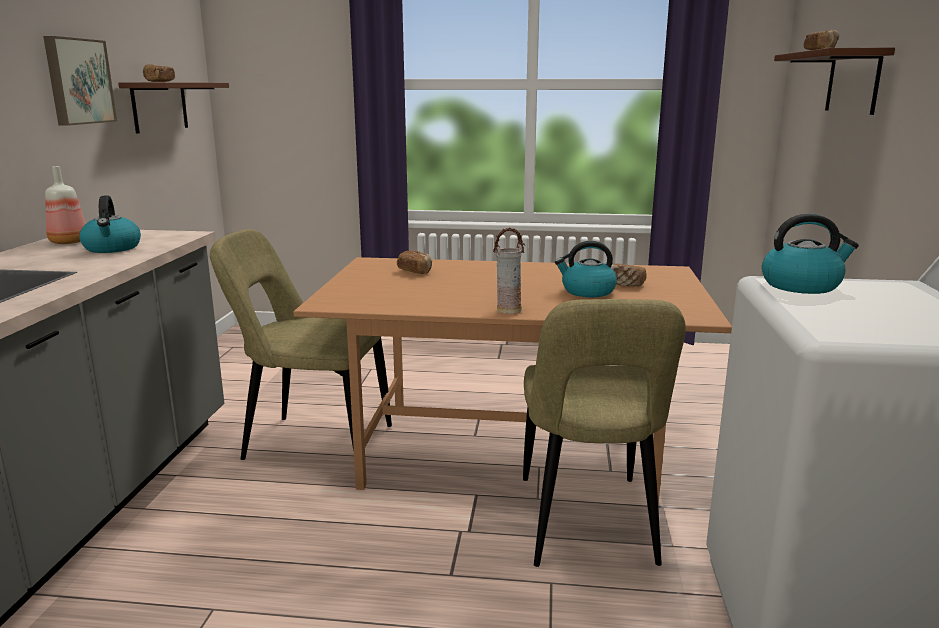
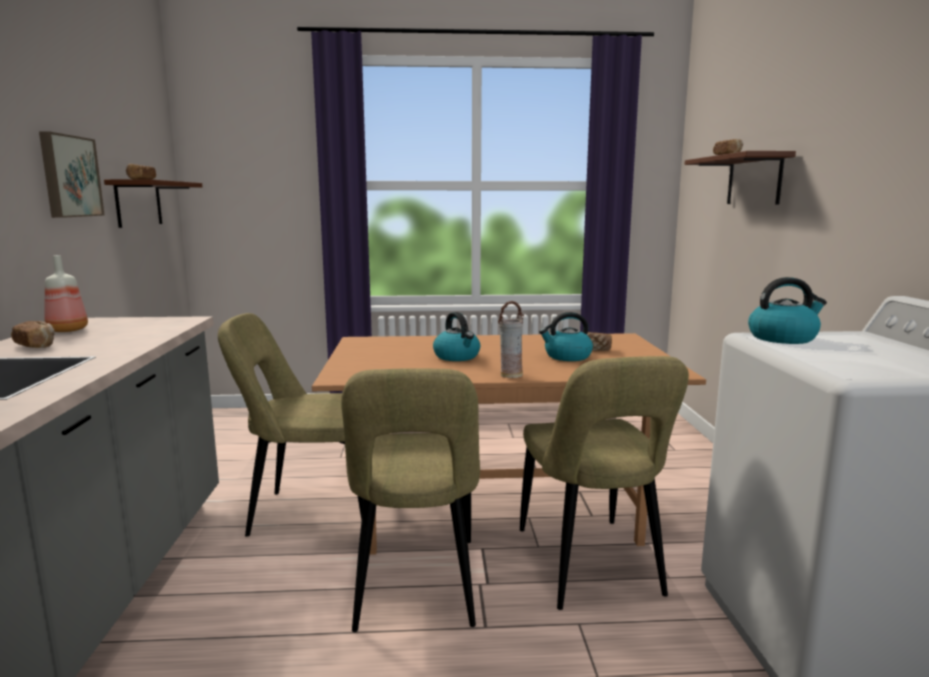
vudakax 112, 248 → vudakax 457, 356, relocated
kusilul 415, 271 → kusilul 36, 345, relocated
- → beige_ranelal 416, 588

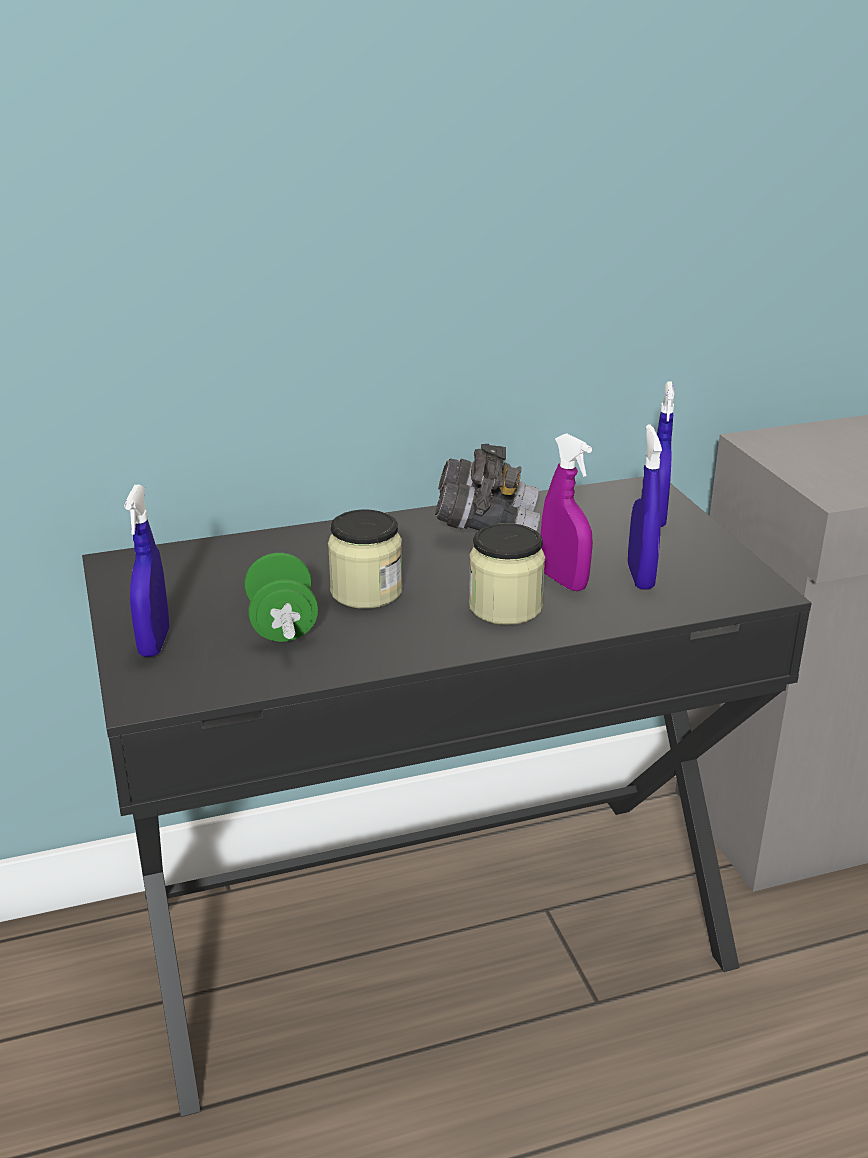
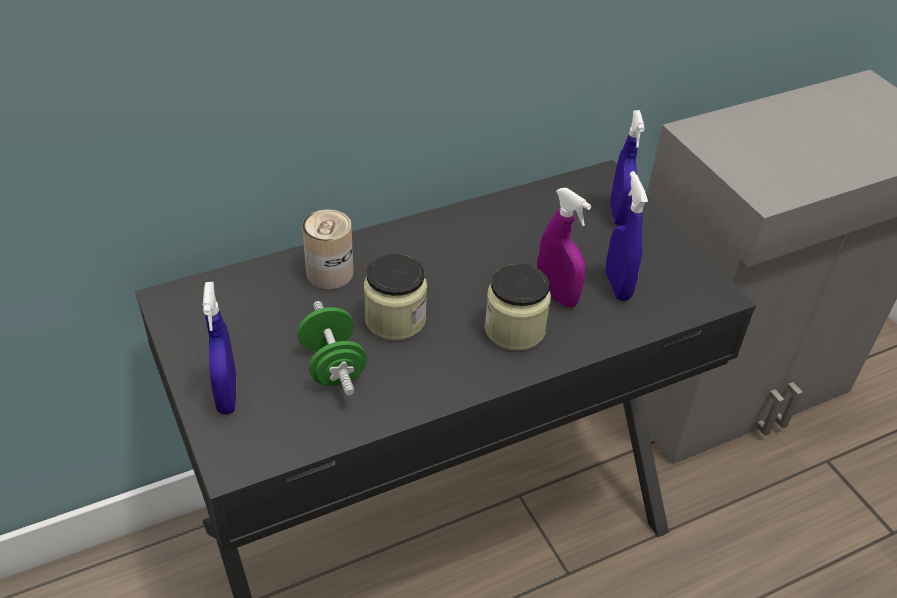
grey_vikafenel 486, 525 → -
- → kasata 330, 273

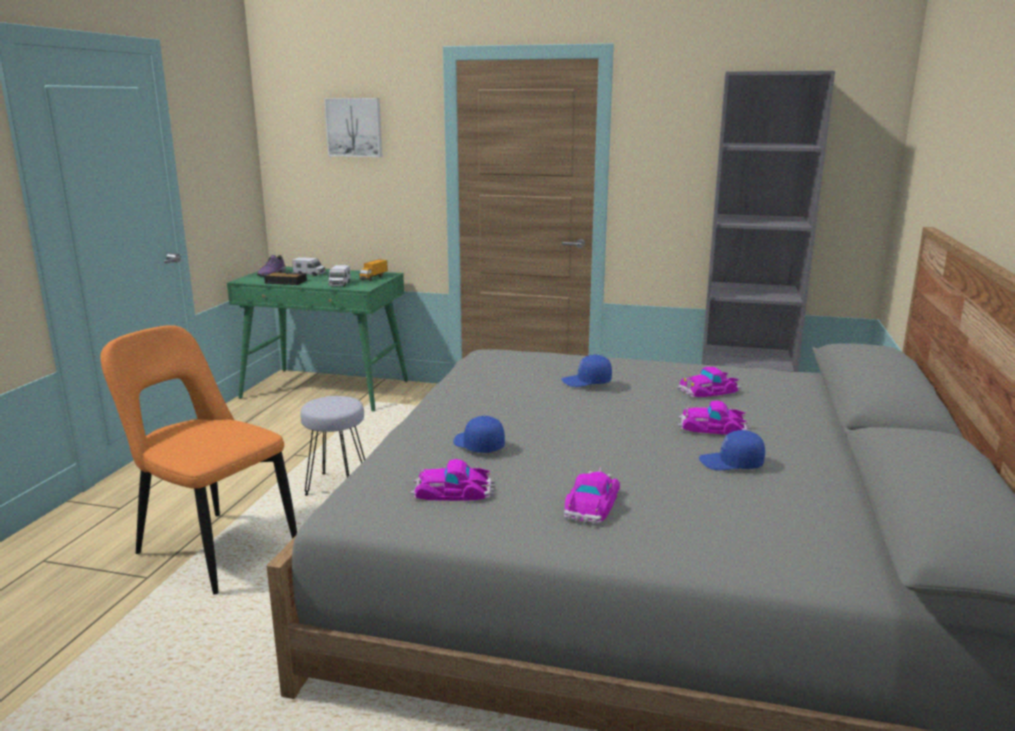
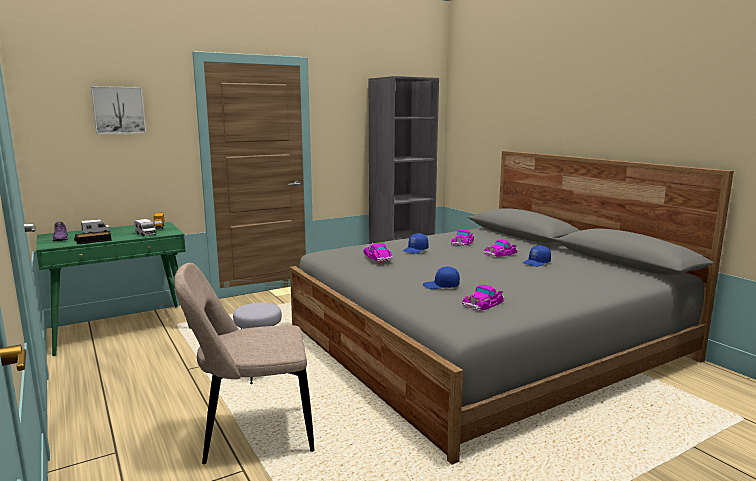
orange_ranelal 212, 548 → beige_ranelal 252, 435
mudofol 591, 503 → mudofol 378, 256, relocated

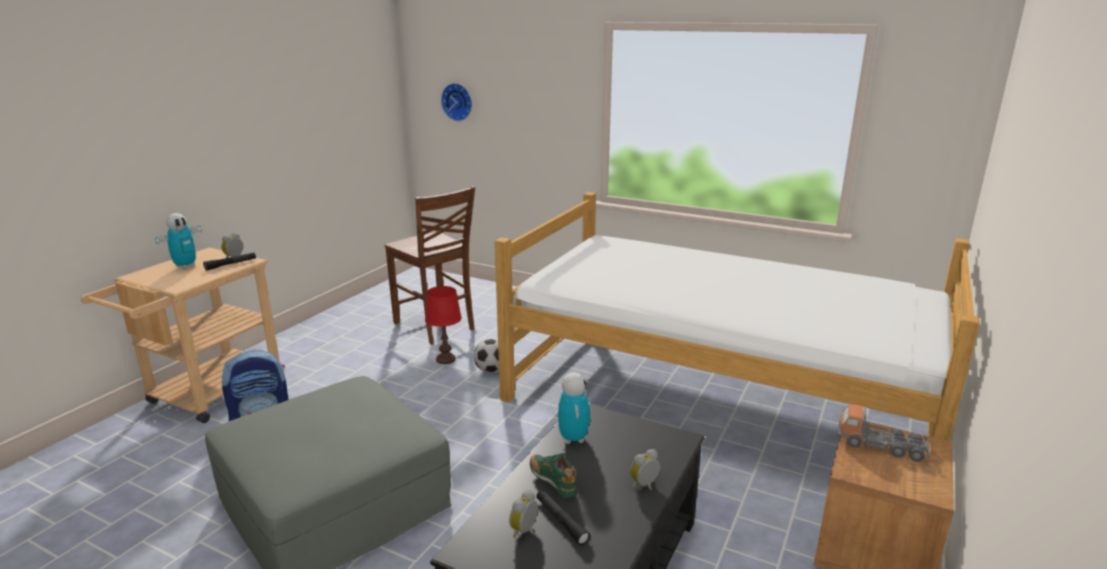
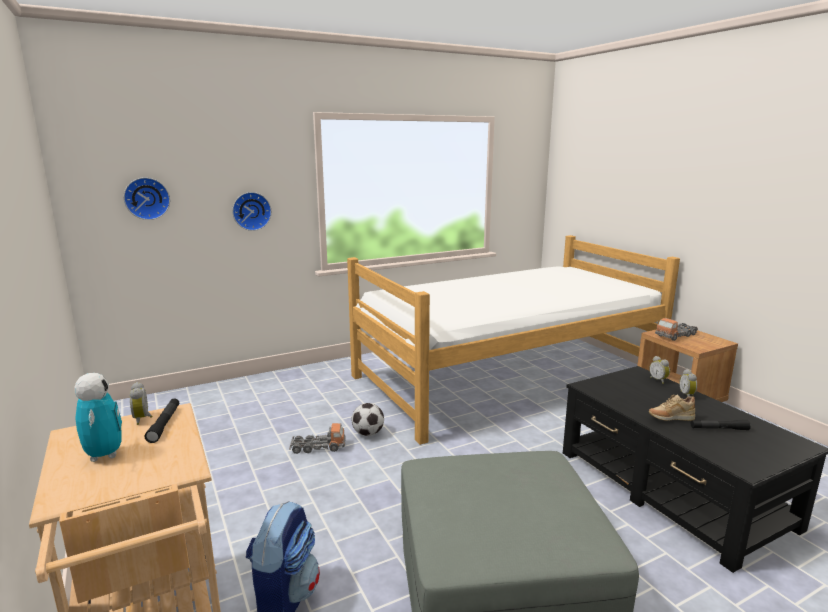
brown_ranelal 435, 326 → -
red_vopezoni 446, 359 → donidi 318, 447
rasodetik 573, 438 → -
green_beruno 553, 481 → beige_beruno 670, 419
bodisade 526, 531 → bodisade 658, 380, relocated
- → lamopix 251, 211

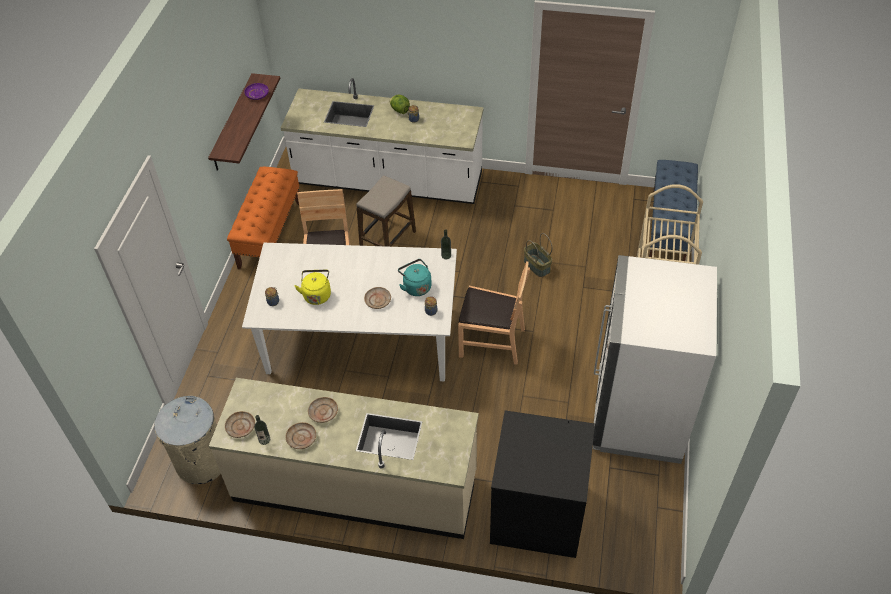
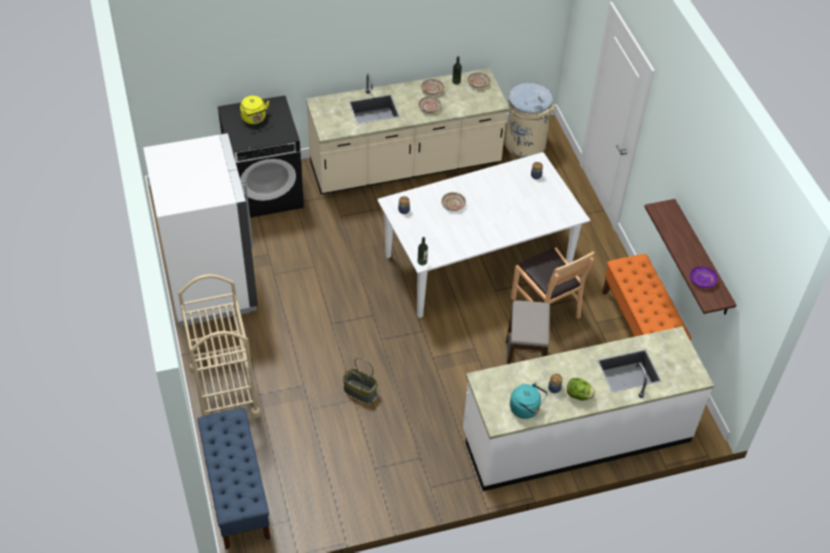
turquoise_vudakax 416, 286 → turquoise_vudakax 526, 409, relocated
brown_ranelal 492, 342 → -
yellow_vudakax 317, 294 → yellow_vudakax 255, 119, relocated

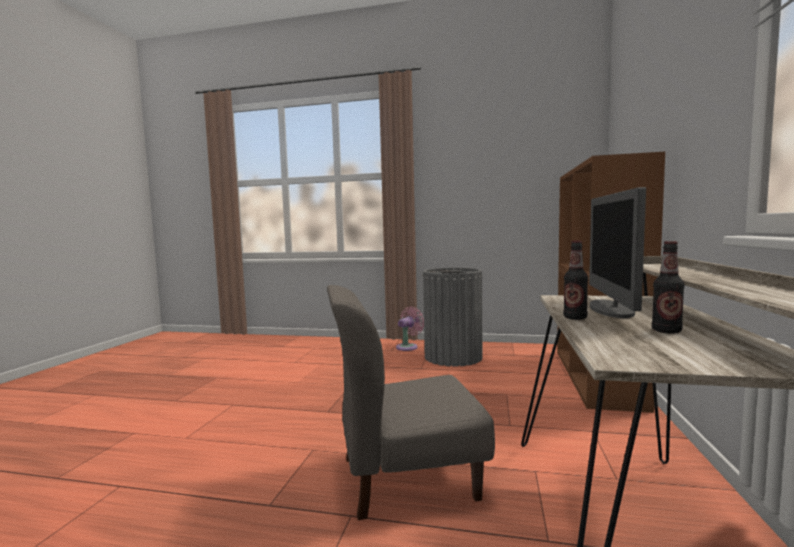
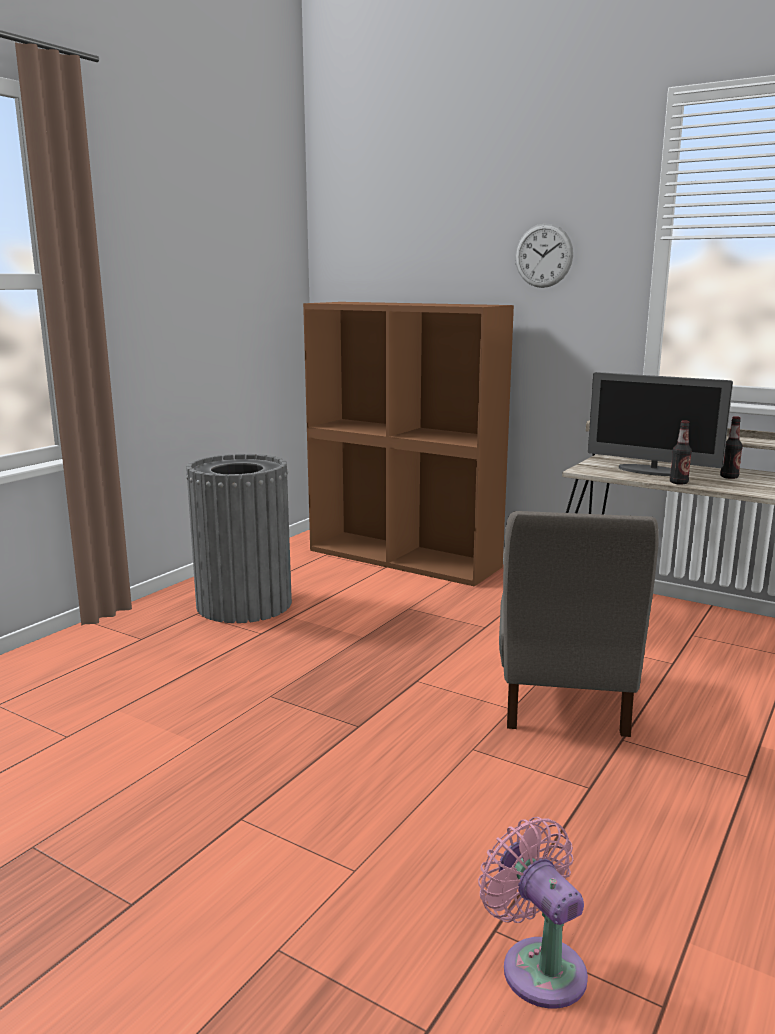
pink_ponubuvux 408, 347 → pink_ponubuvux 538, 965, relocated
- → lamopix 543, 255

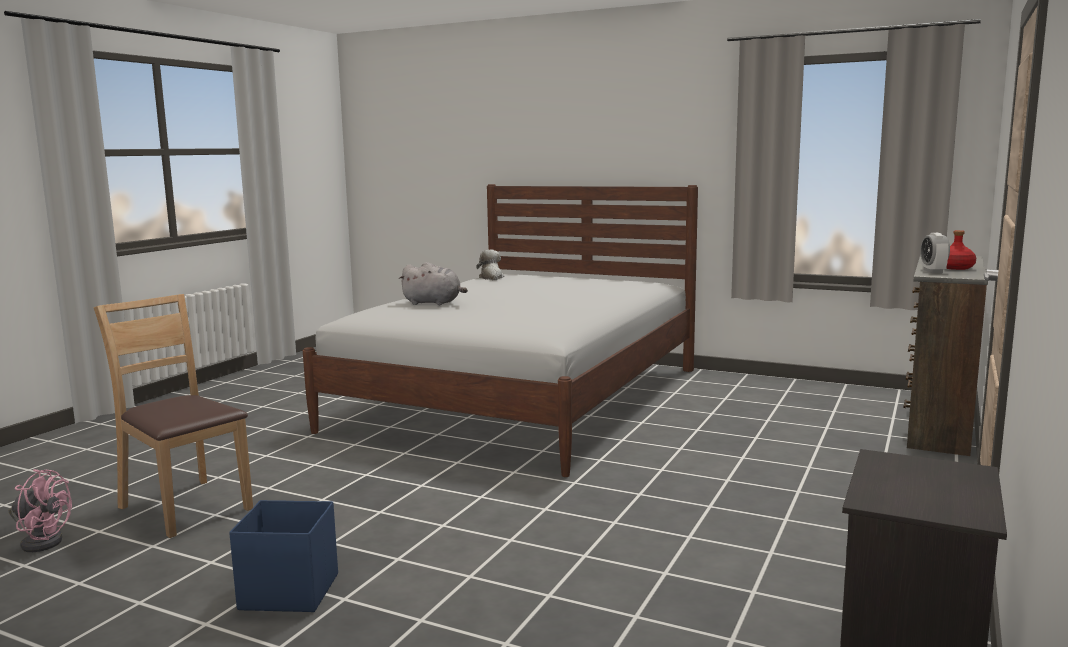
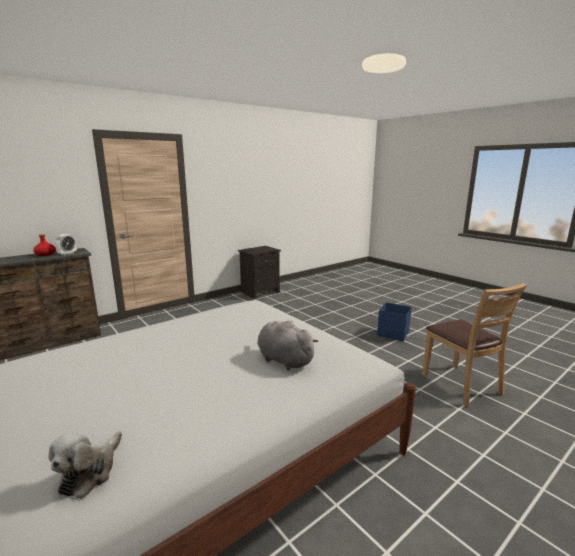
pink_ponubuvux 41, 541 → -

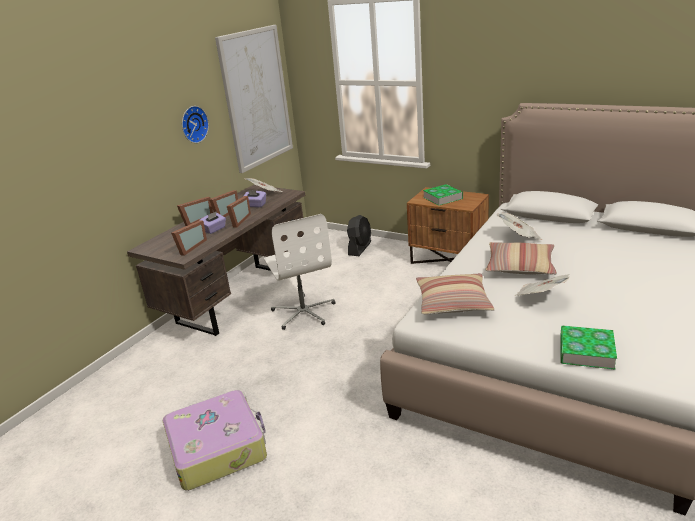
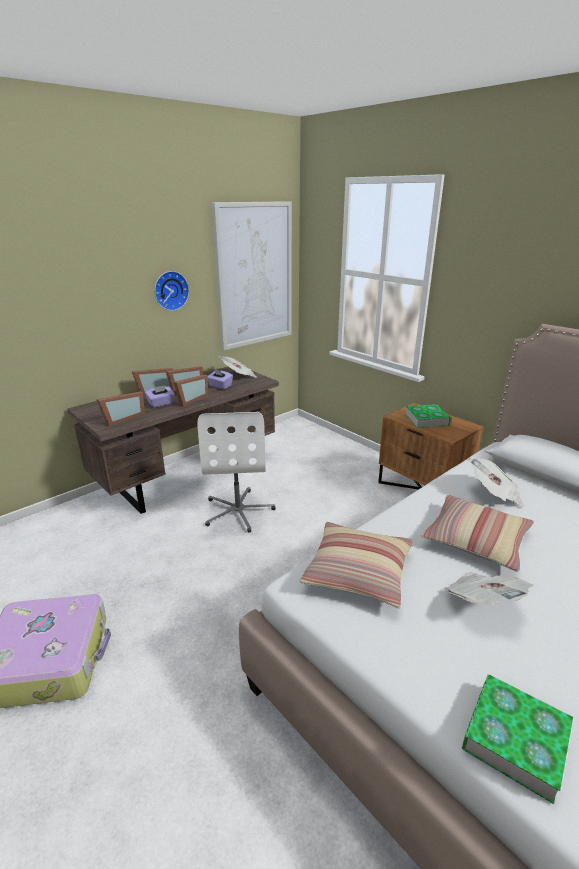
black_ponubuvux 360, 248 → -

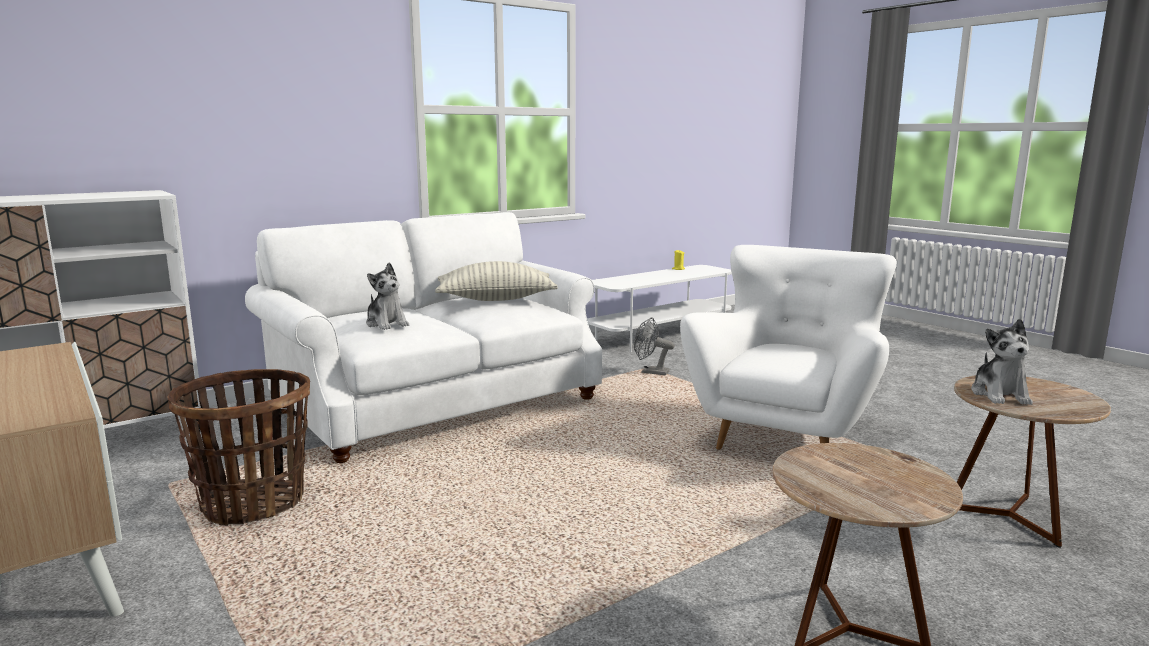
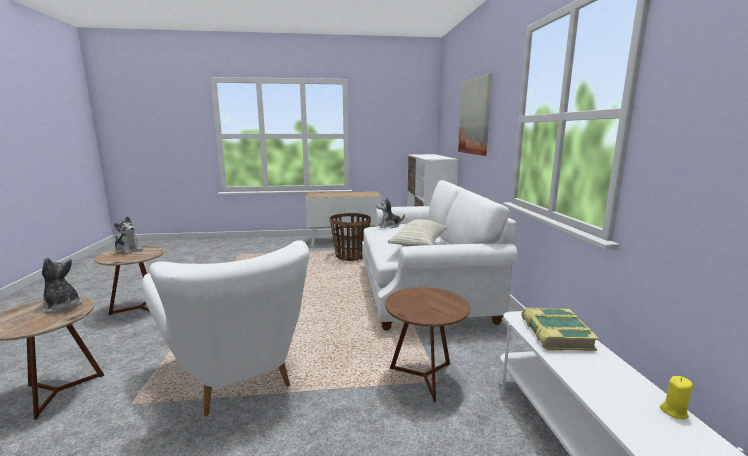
grey_ponubuvux 650, 372 → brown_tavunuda 424, 377
- → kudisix 475, 116
- → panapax 128, 250
- → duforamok 555, 334

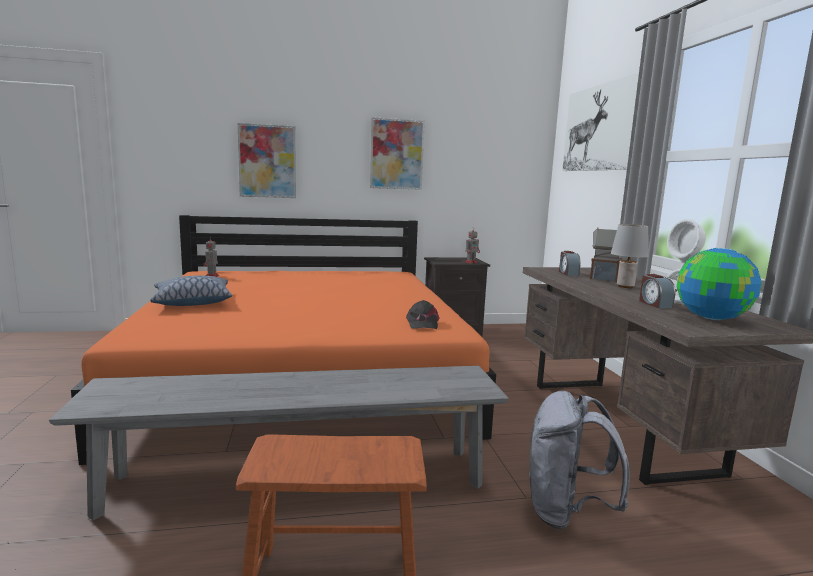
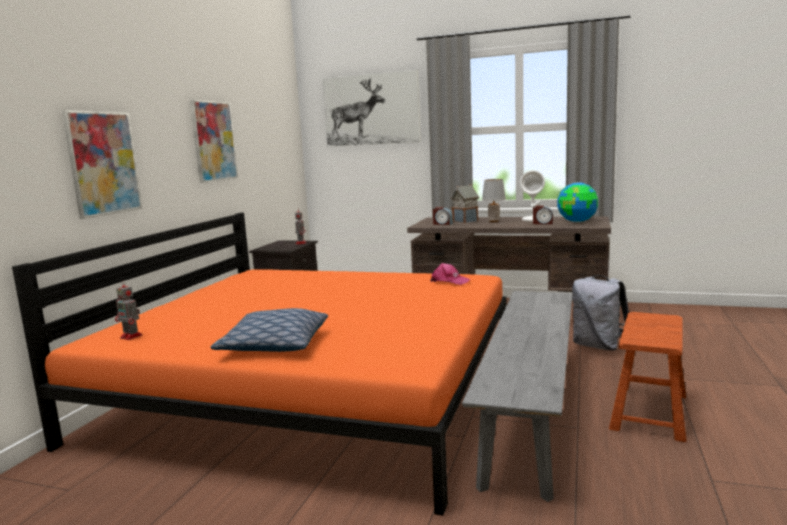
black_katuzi 422, 323 → pink_katuzi 449, 281

